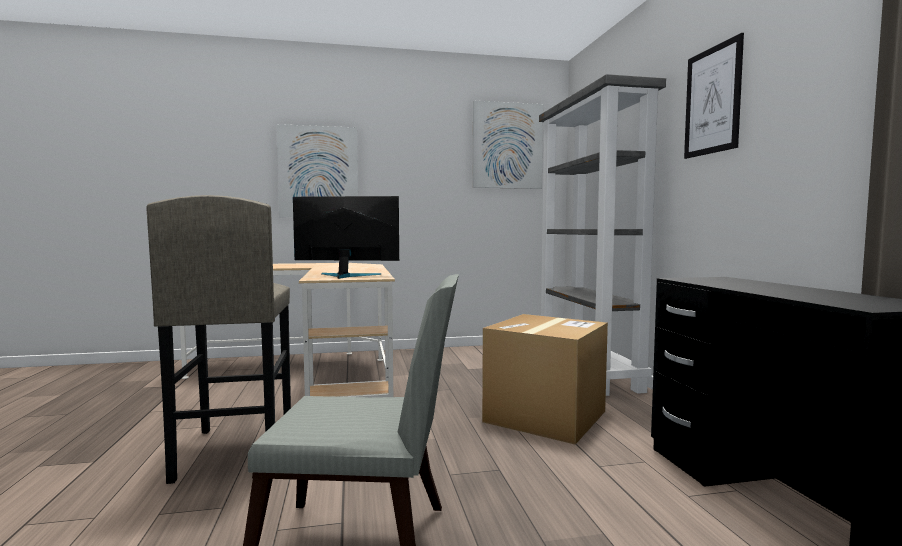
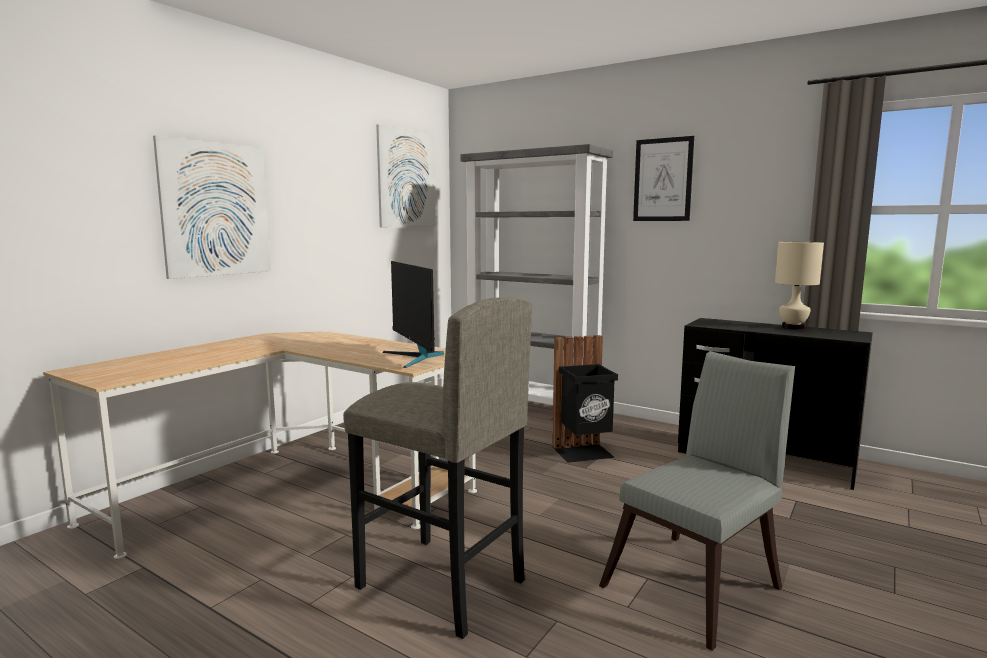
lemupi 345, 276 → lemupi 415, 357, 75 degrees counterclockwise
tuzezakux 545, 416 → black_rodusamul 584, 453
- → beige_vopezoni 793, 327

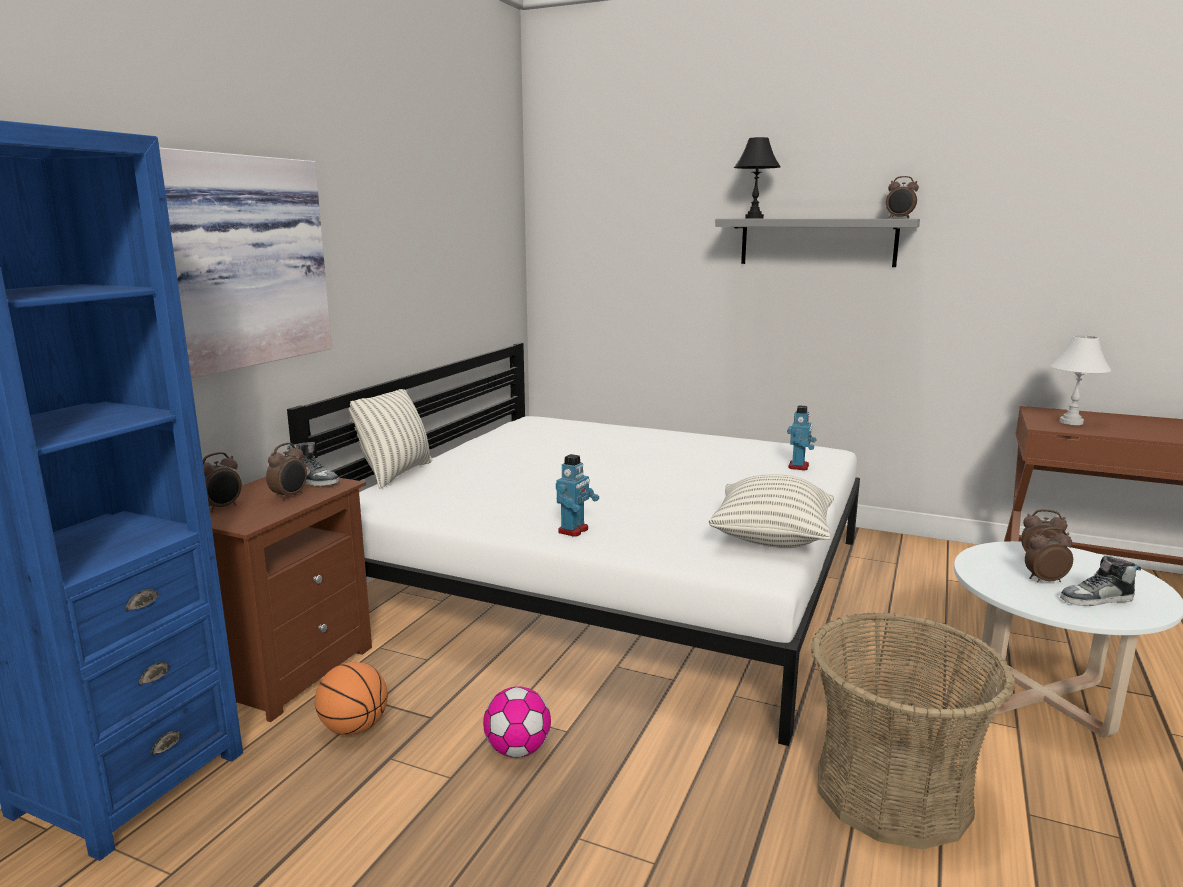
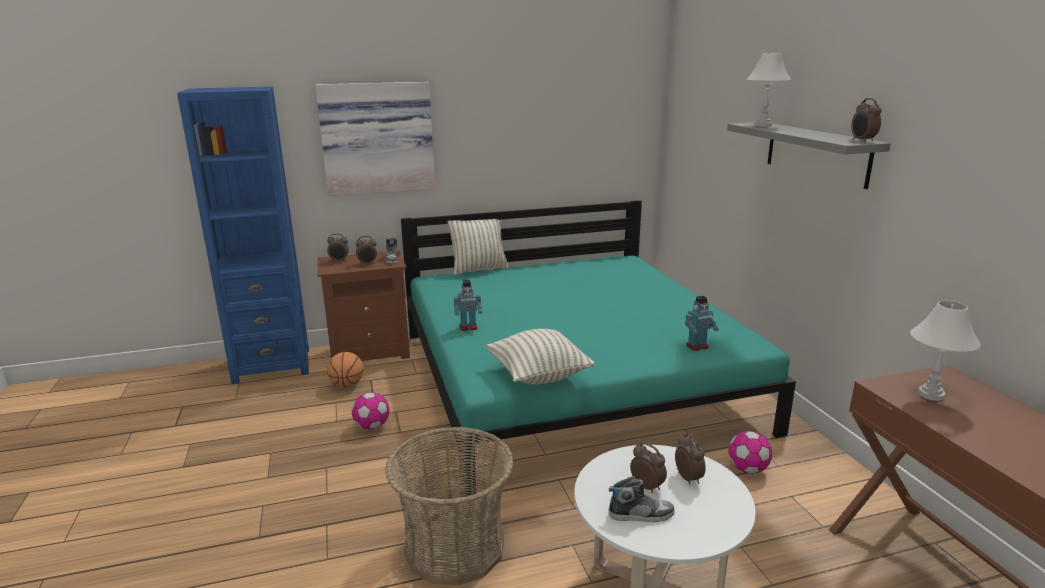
black_vopezoni 754, 218 → white_vopezoni 763, 125
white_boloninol 612, 576 → turquoise_boloninol 570, 378
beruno 1096, 600 → beruno 641, 514, 135 degrees clockwise
- → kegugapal 747, 469

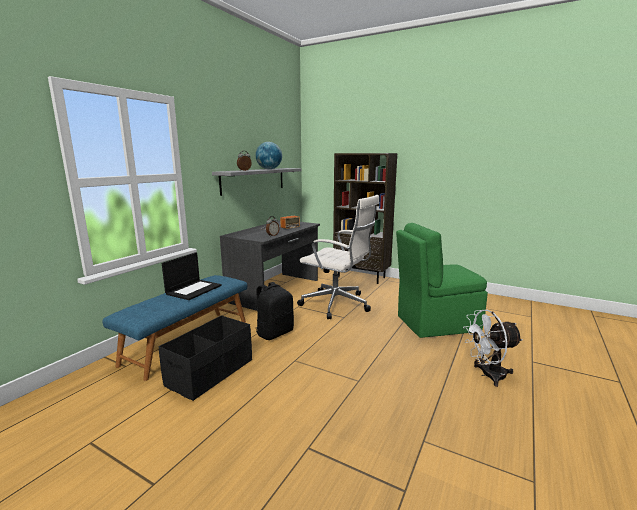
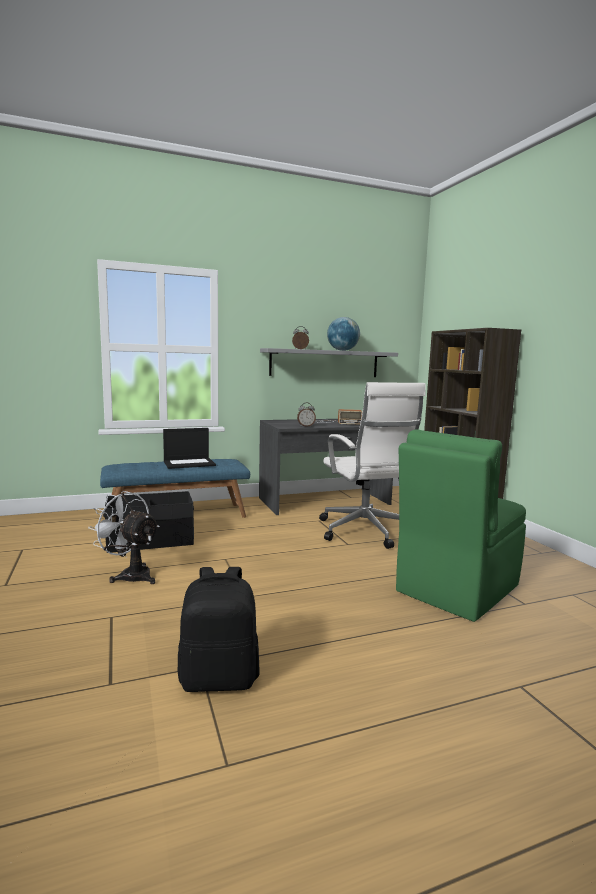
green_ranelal 435, 323 → green_ranelal 455, 589, 75 degrees counterclockwise
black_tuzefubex 274, 333 → black_tuzefubex 219, 678, relocated
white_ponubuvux 487, 375 → white_ponubuvux 130, 575, relocated

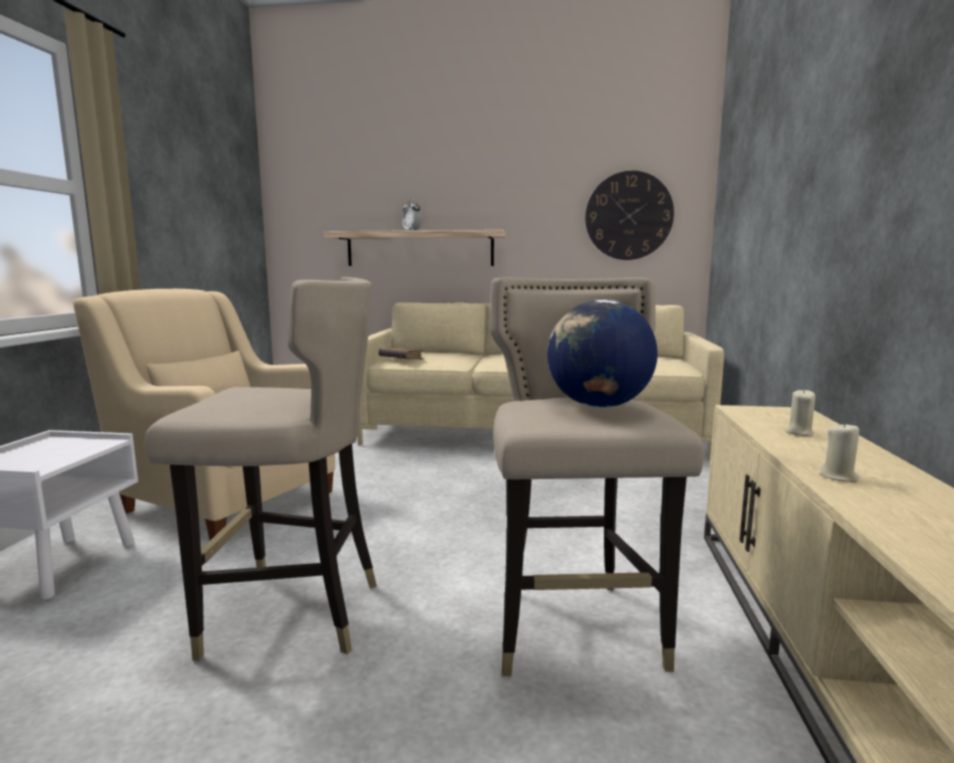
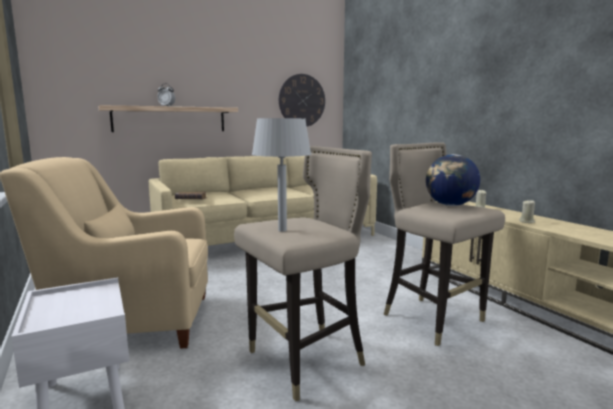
- → grey_vopezoni 282, 230

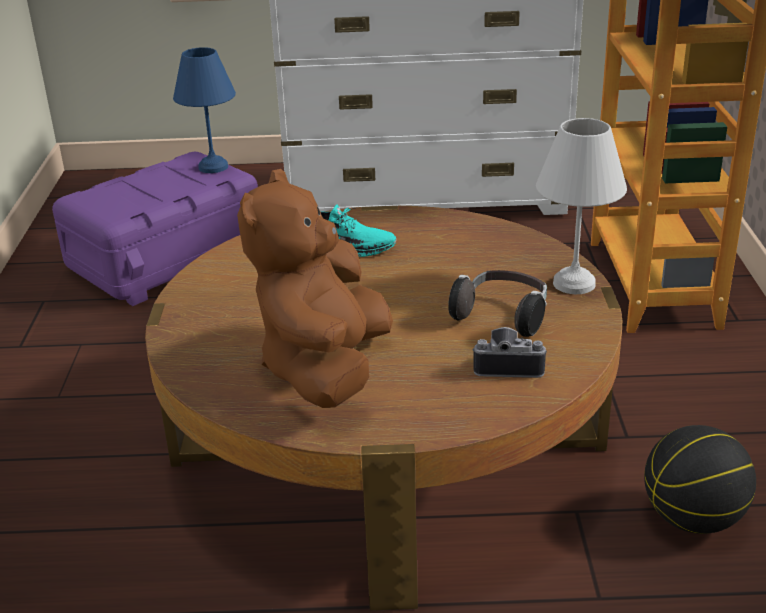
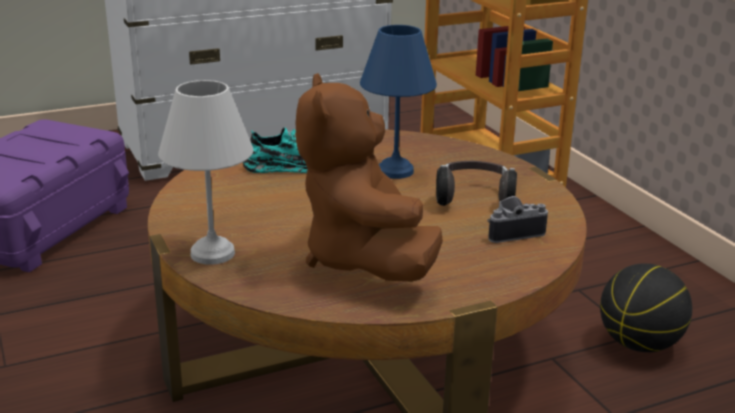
blue_vopezoni 214, 167 → blue_vopezoni 397, 171, relocated
white_vopezoni 574, 285 → white_vopezoni 213, 254, relocated

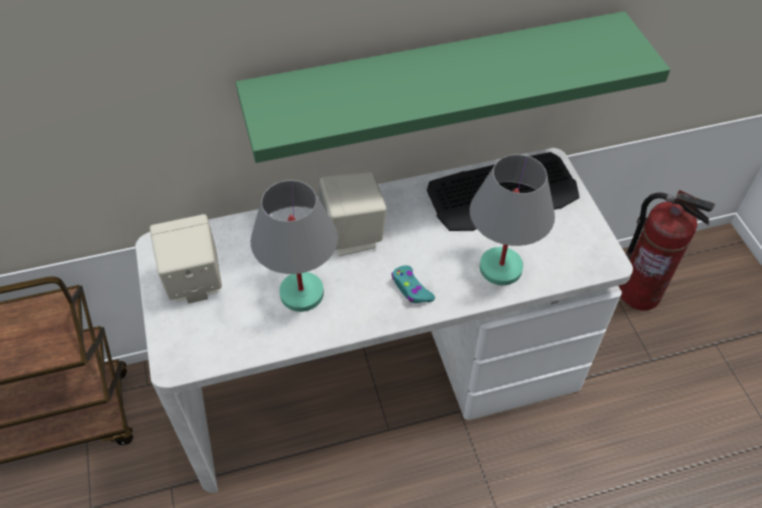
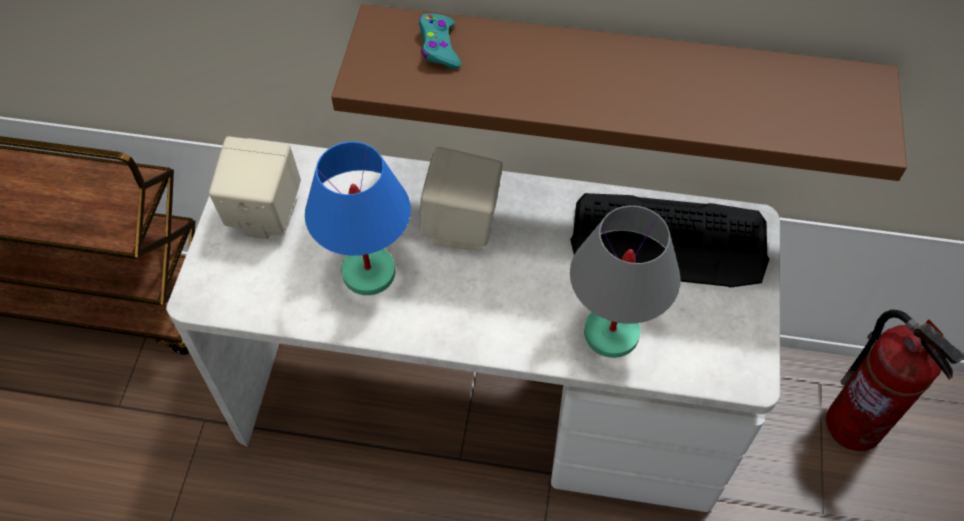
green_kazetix 436, 78 → brown_kazetix 616, 73
grey_vopezoni 302, 293 → blue_vopezoni 370, 272
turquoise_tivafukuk 411, 289 → turquoise_tivafukuk 439, 47, relocated

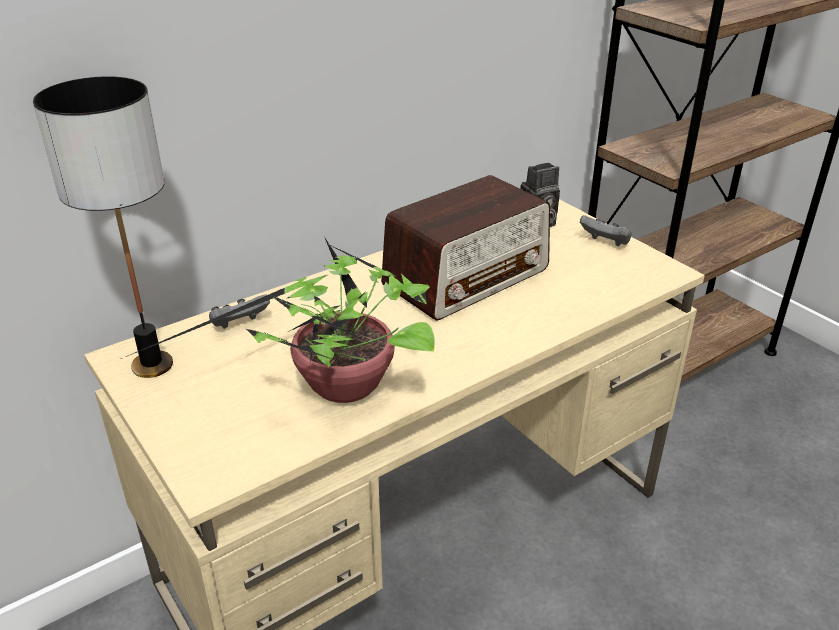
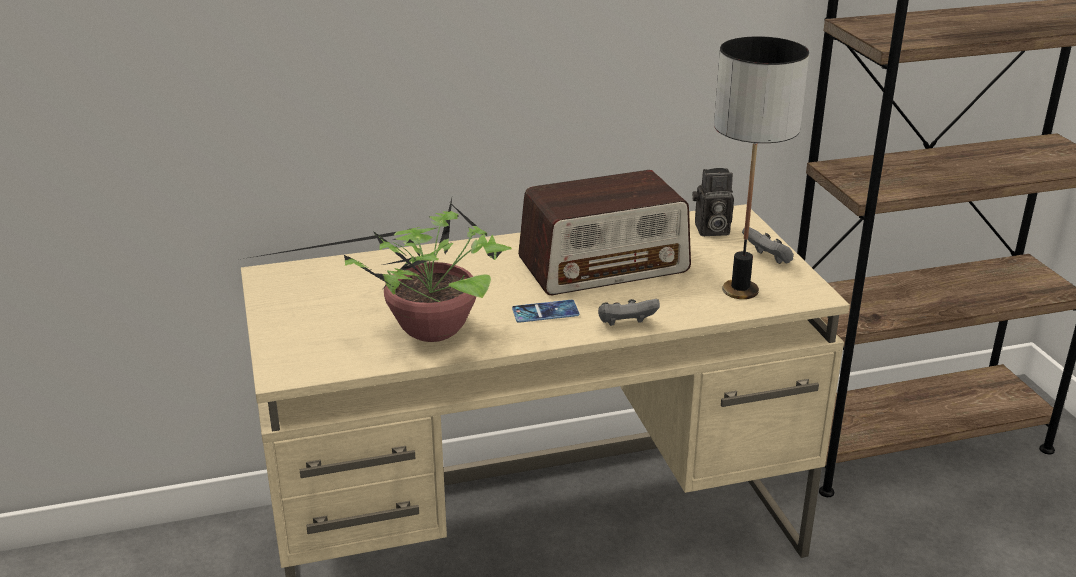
vopezoni 153, 365 → vopezoni 741, 290, relocated
grey_tivafukuk 239, 324 → grey_tivafukuk 626, 325, relocated
- → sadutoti 545, 312

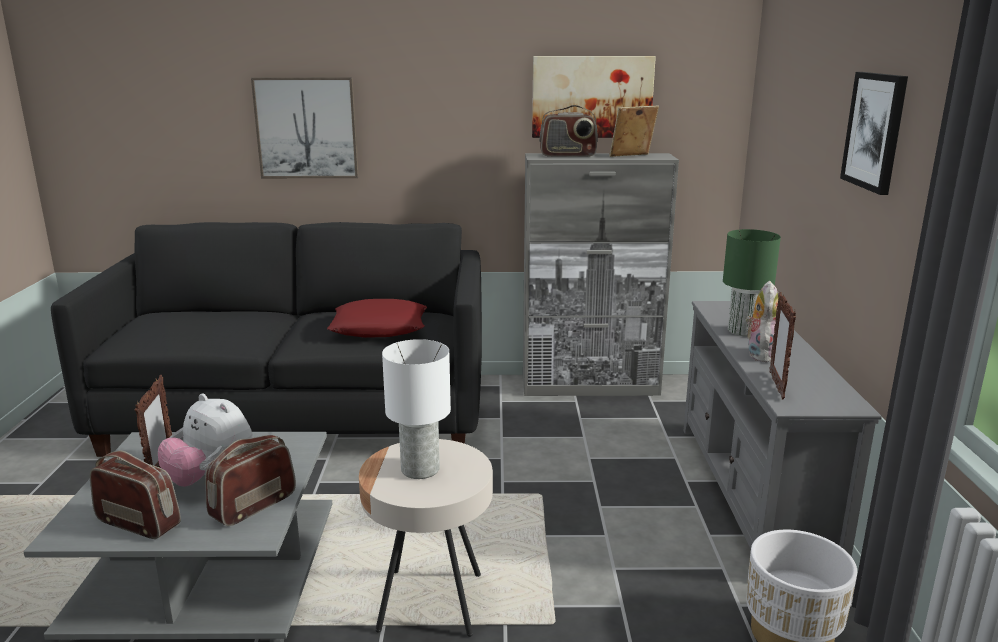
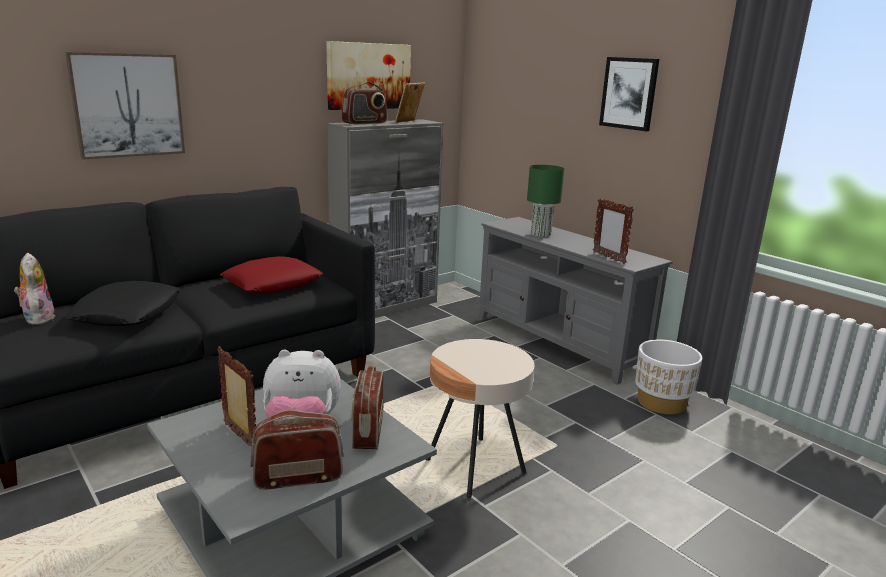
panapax 759, 354 → panapax 37, 318, relocated
white_vopezoni 419, 469 → -
- → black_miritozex 127, 313

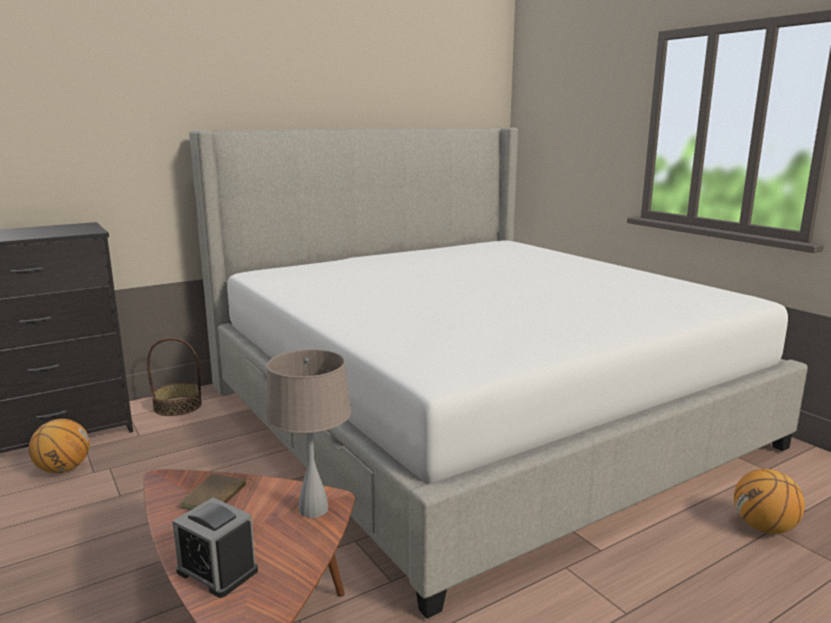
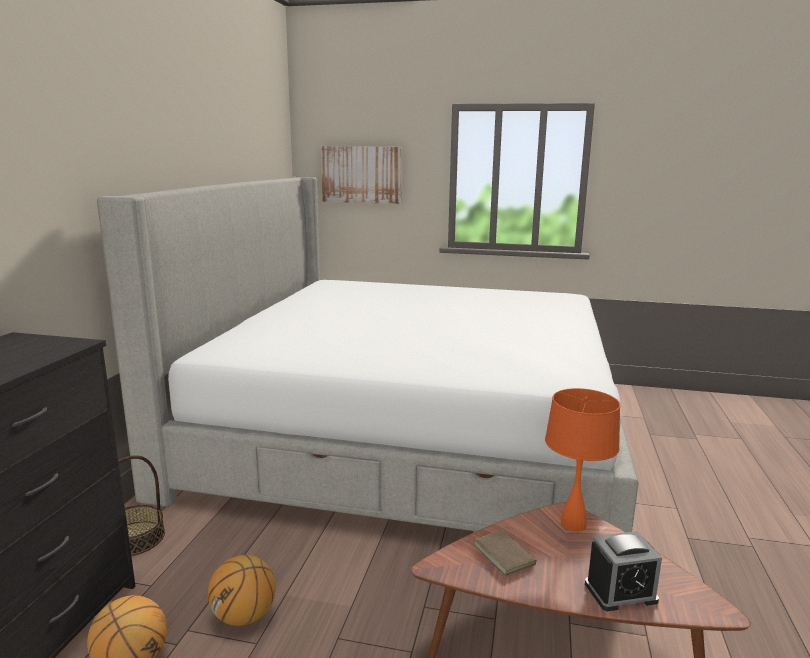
beige_vopezoni 314, 509 → orange_vopezoni 573, 523
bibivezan 764, 528 → bibivezan 244, 616, relocated
- → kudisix 361, 174

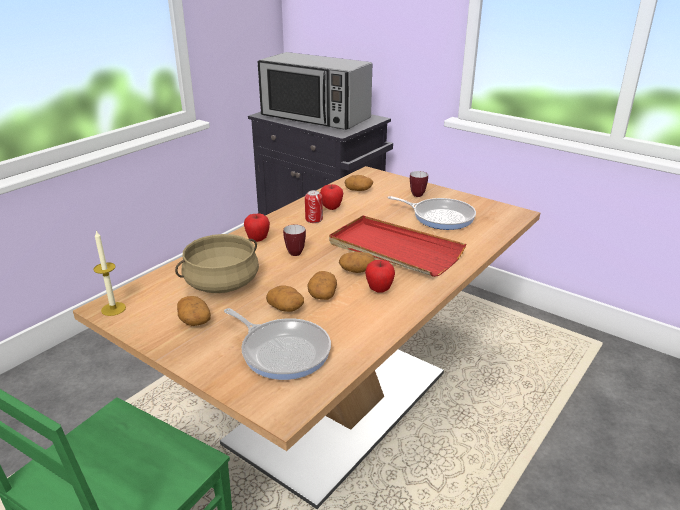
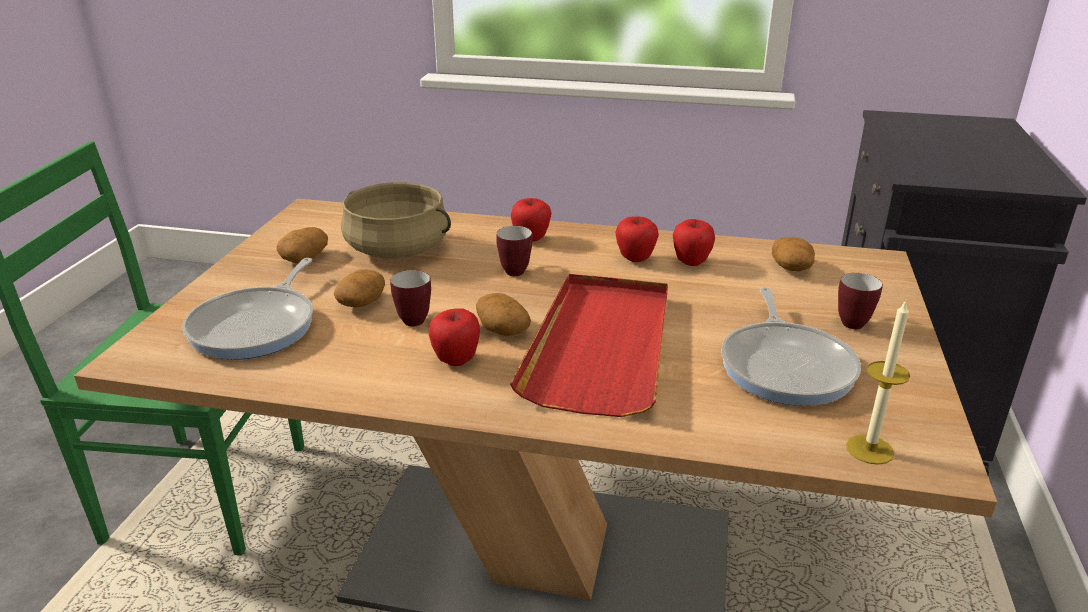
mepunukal 315, 117 → -
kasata 314, 219 → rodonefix 635, 259
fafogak 113, 309 → fafogak 869, 449, relocated
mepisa 322, 294 → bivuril 413, 319

